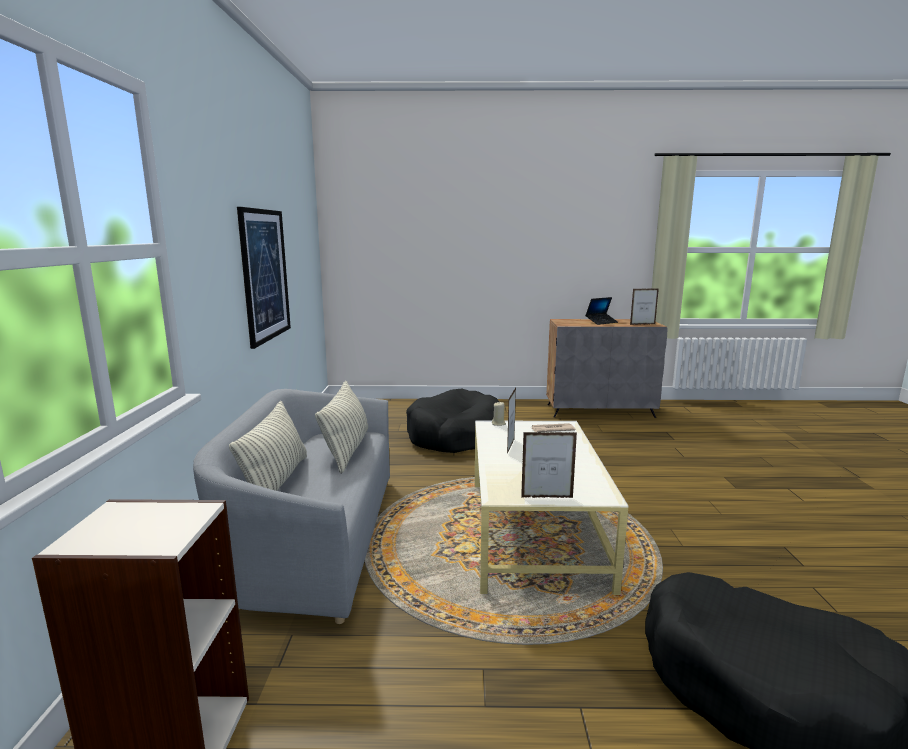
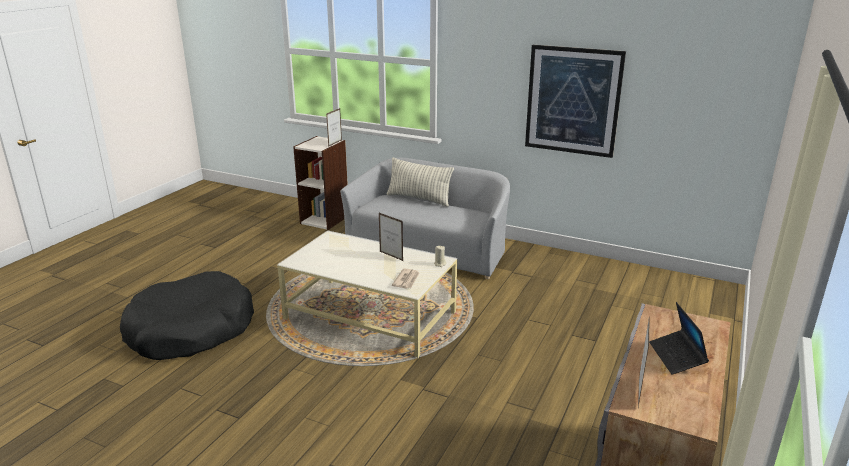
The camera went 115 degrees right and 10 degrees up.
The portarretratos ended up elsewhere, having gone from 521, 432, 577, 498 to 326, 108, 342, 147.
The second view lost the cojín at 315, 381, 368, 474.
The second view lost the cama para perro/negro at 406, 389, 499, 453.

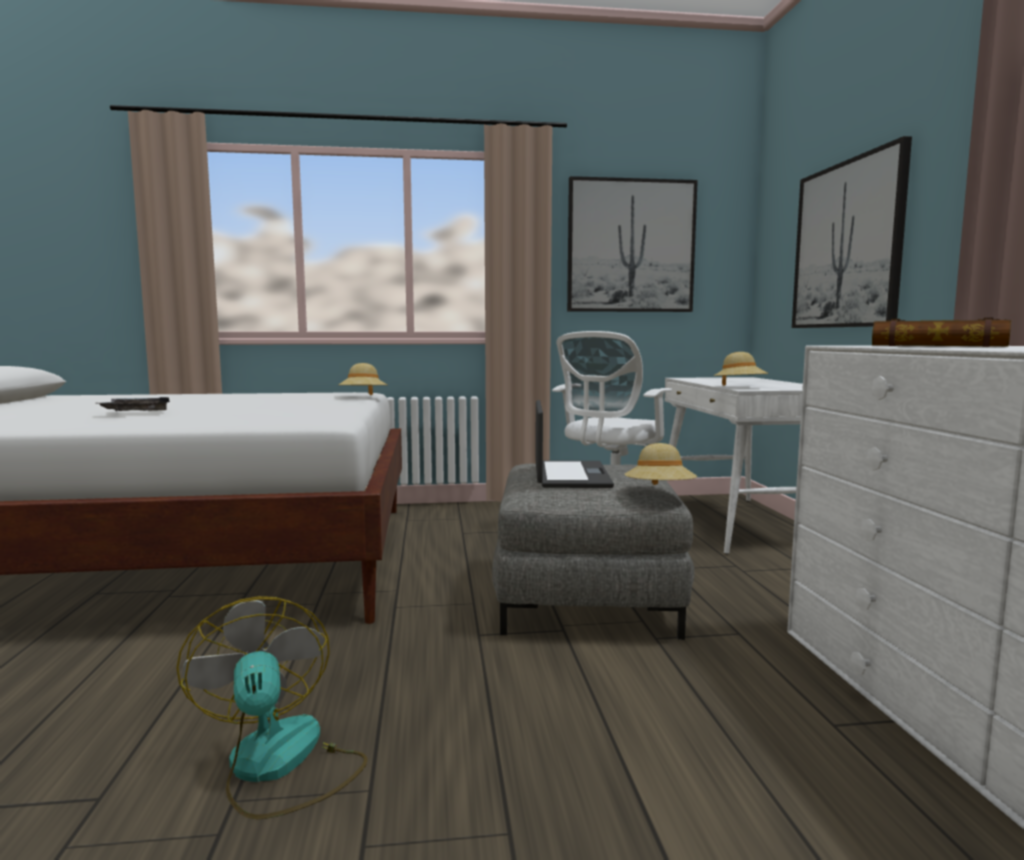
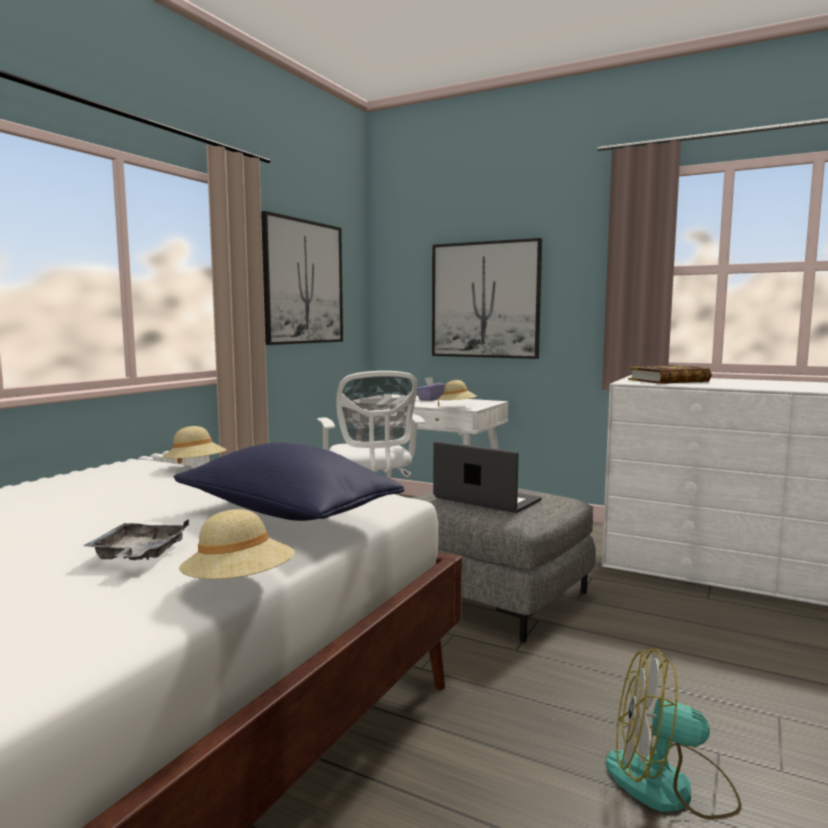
The camera went 55 degrees left and 0 degrees up.
The second view gained the cojín/azul at 174, 442, 404, 521.
The sombrero/beis ended up elsewhere, having gone from 624, 443, 697, 485 to 179, 509, 295, 579.
The second view gained the caja de pañuelos/morado at 417, 377, 445, 401.

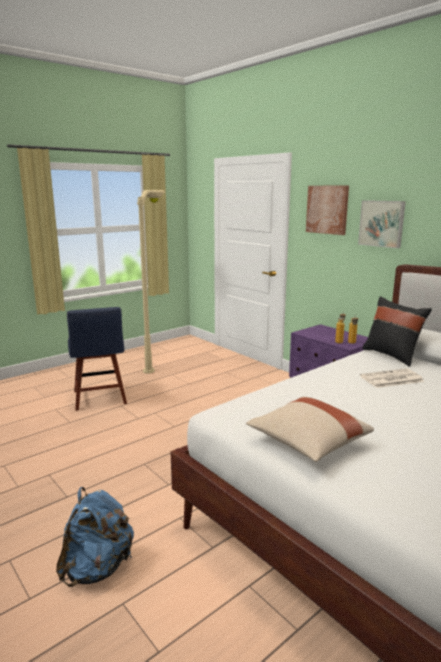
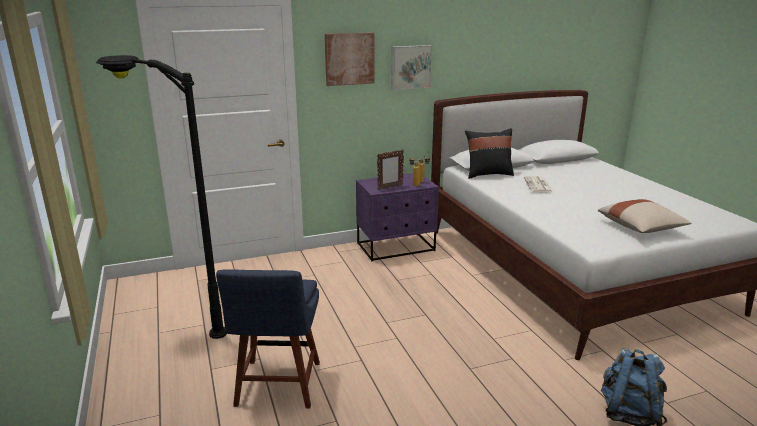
The camera went 70 degrees left and 5 degrees up.
What was the lámpara de pie/beis at 137, 190, 166, 374 turned into the lámpara de pie/negro at 96, 55, 227, 339.
The silla/azul at 67, 307, 127, 411 ended up facing another way, 90 degrees clockwise from before.
The second view gained the portarretratos at 377, 149, 404, 190.

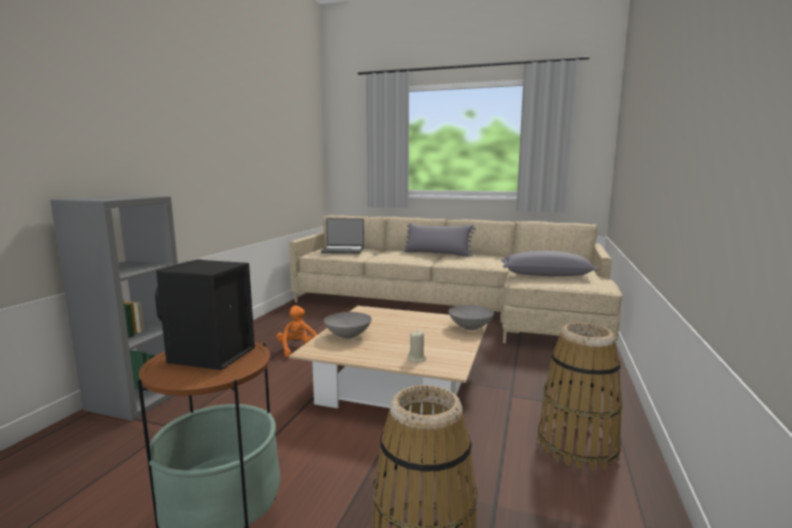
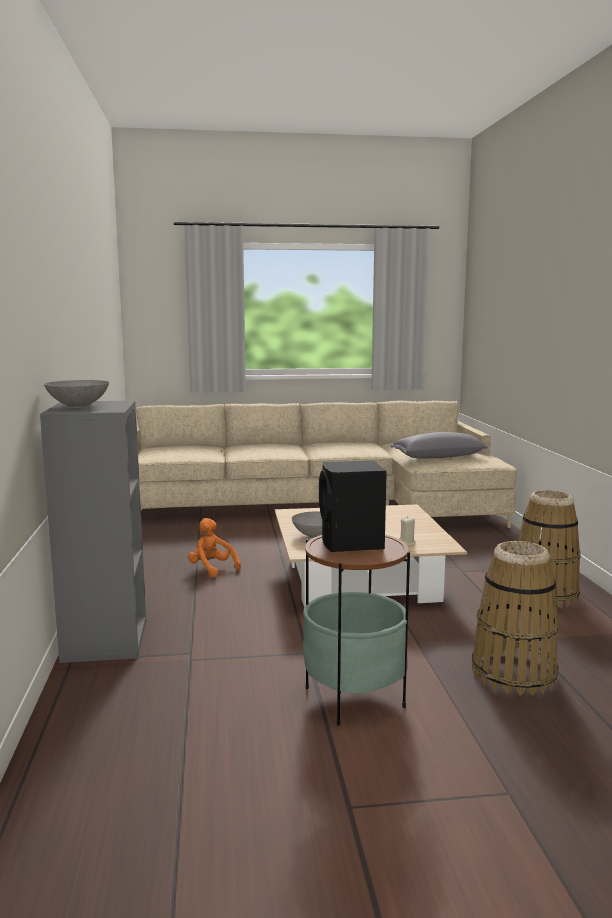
The camera went 25 degrees left and 0 degrees up.
The cuenco/gris ended up elsewhere, having gone from 448, 305, 494, 330 to 44, 380, 109, 408.
The second view lost the portátil at 321, 218, 364, 254.
The second view lost the cojín/gris at 403, 223, 476, 257.

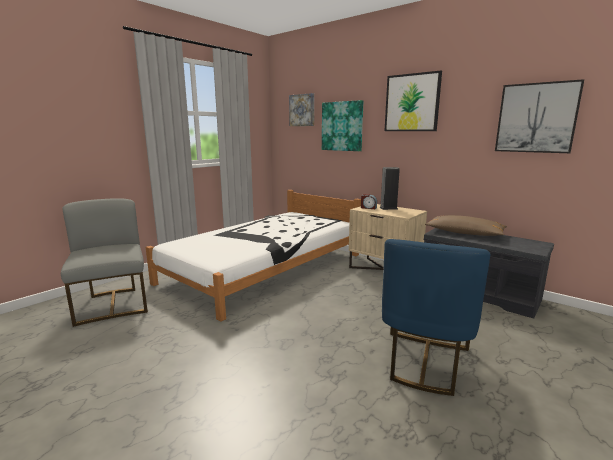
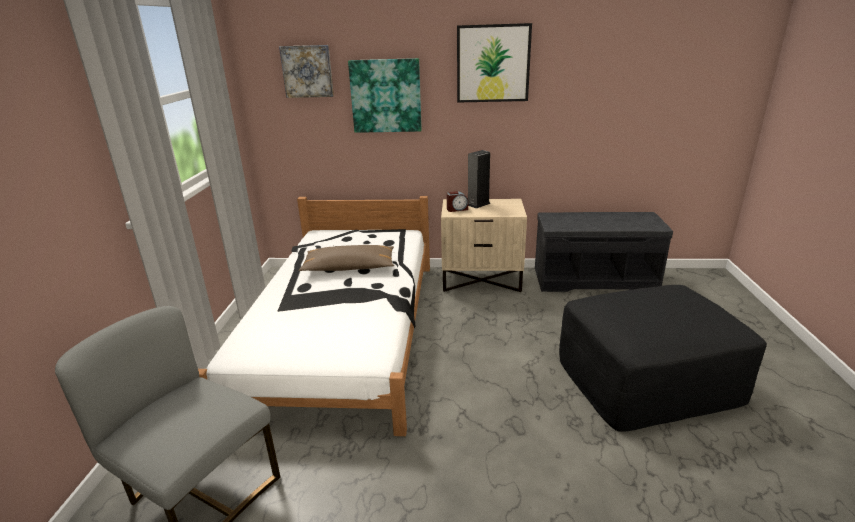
The camera went 35 degrees left and 10 degrees up.
The cojín/marrón ended up elsewhere, having gone from 425, 215, 507, 236 to 299, 245, 394, 271.
Where the silla/azul stood at 382, 239, 491, 396, the puf/negro came to stand at 559, 285, 767, 432.
The second view lost the cuadro at 495, 79, 584, 153.

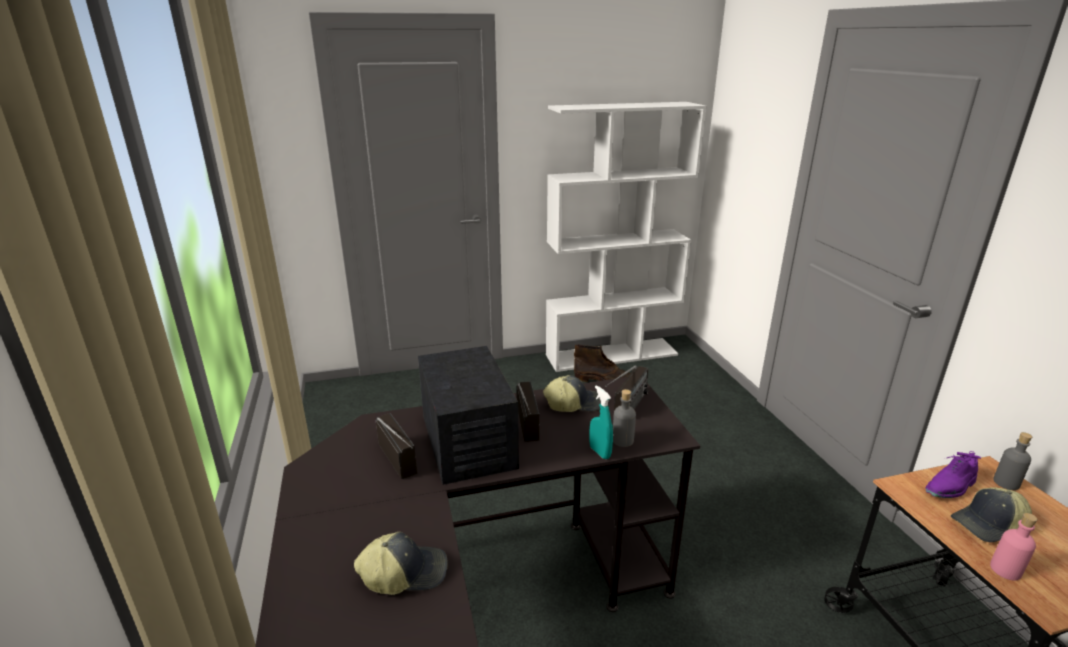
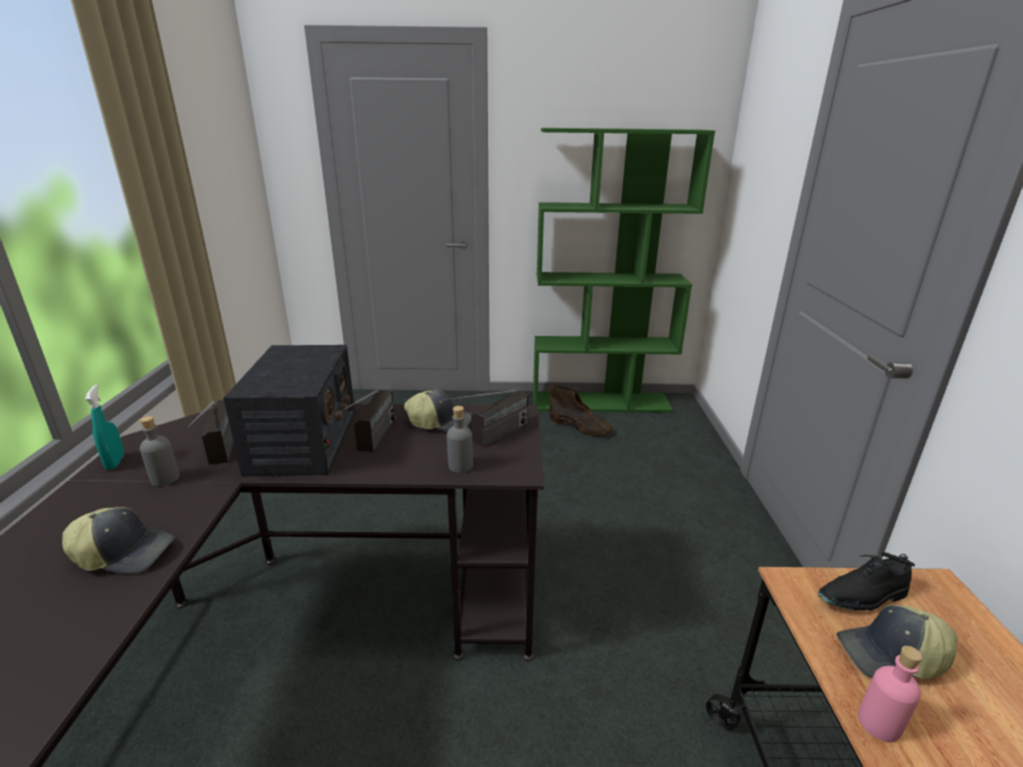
The camera went 15 degrees right and 0 degrees up.
The pulverizador/turquesa ended up elsewhere, having gone from 589, 385, 613, 459 to 85, 385, 124, 470.
The botella/gris ended up elsewhere, having gone from 993, 432, 1032, 490 to 140, 416, 180, 486.
What was the estantería/blanco at 546, 102, 707, 372 turned into the estantería/verde at 533, 128, 715, 413.
What was the zapato/morado at 926, 451, 981, 498 turned into the zapato/negro at 818, 551, 915, 611.

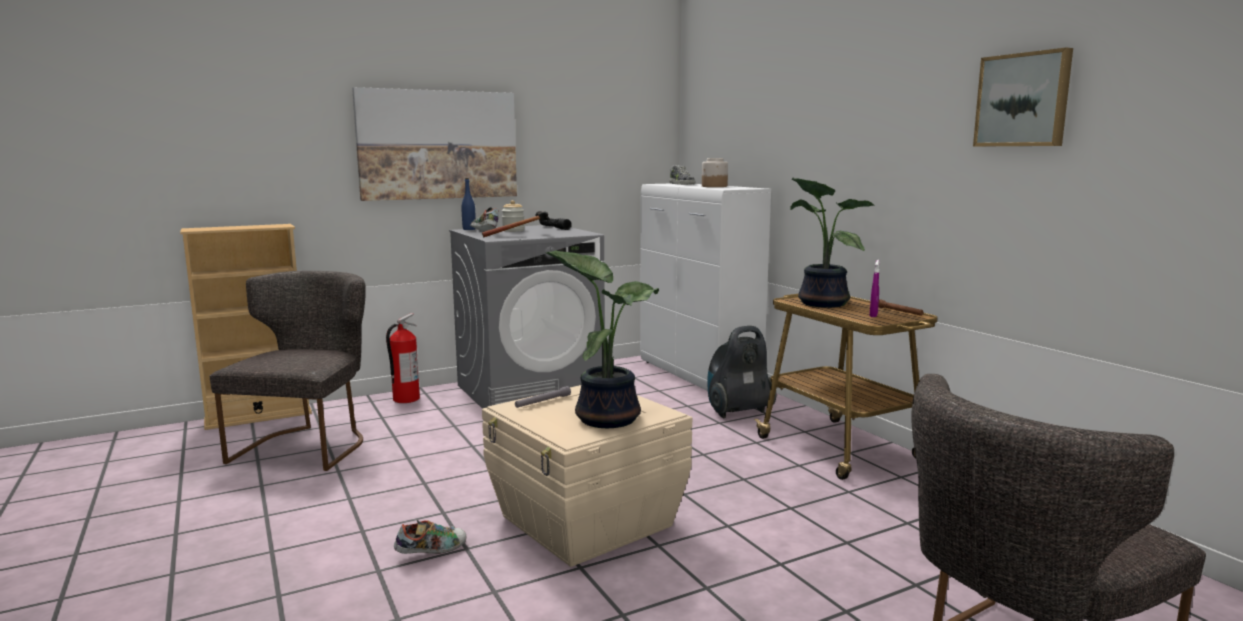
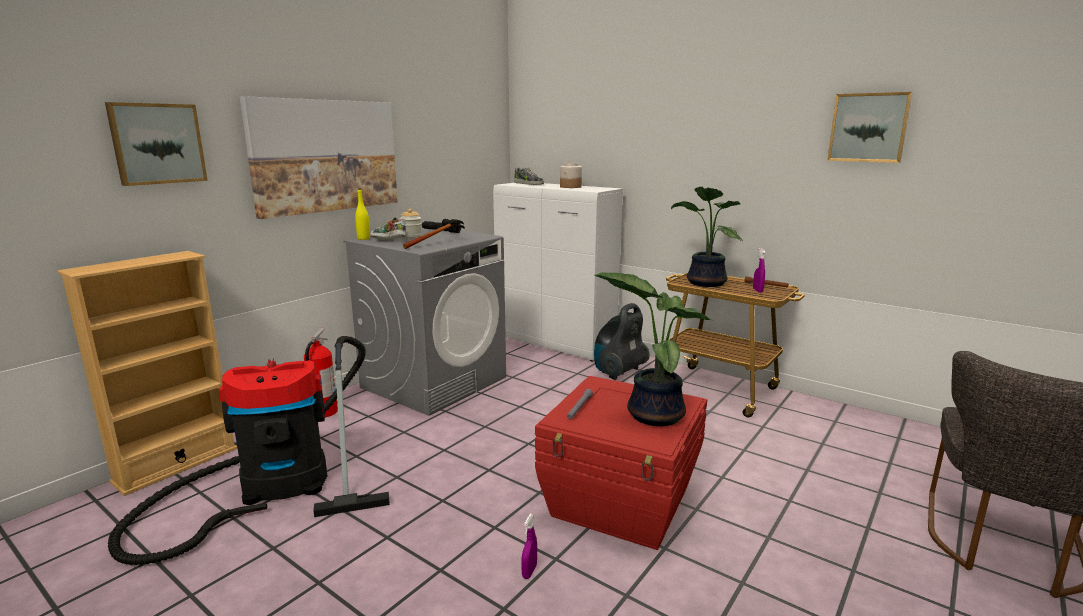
The camera went 25 degrees left and 5 degrees up.
The second view gained the cuadro at 105, 102, 208, 186.
Where the silla/gris stood at 210, 271, 366, 471, the aspiradora came to stand at 108, 336, 390, 565.
What was the botella/azul at 462, 178, 476, 230 turned into the botella/amarillo at 355, 189, 370, 240.
Where the zapato stood at 394, 520, 466, 554, the pulverizador/morado came to stand at 521, 514, 537, 579.
What was the caja de almacenaje/beis at 482, 385, 692, 567 turned into the caja de almacenaje/rojo at 535, 376, 707, 550.

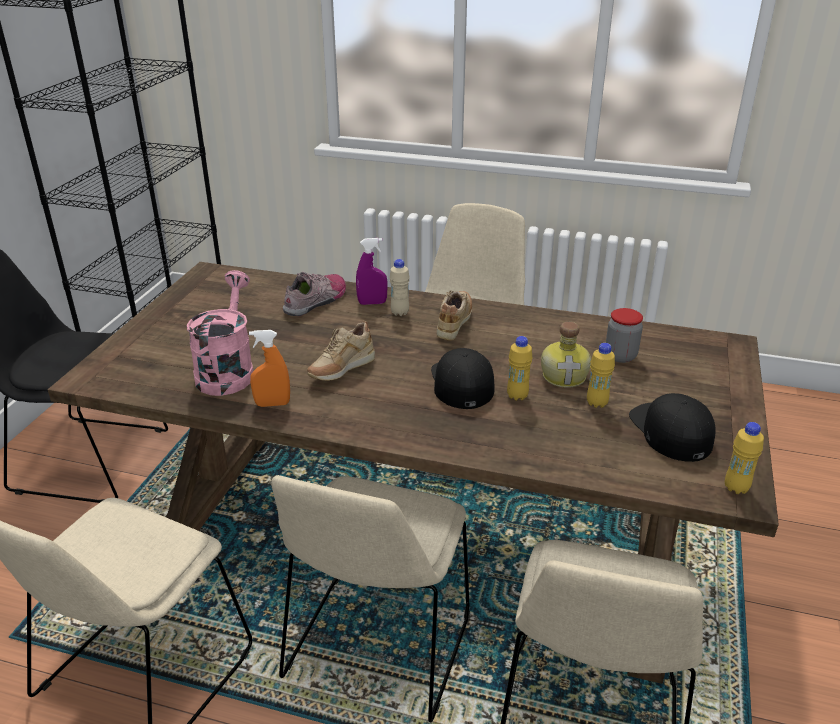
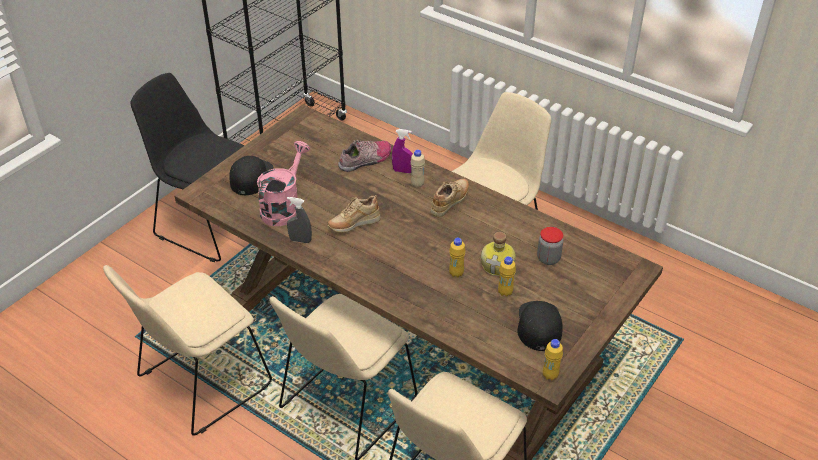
The camera went 20 degrees right and 10 degrees up.
The gorra/negro ended up elsewhere, having gone from 431, 348, 494, 409 to 229, 156, 273, 195.
What was the pulverizador/naranja at 249, 330, 290, 407 turned into the pulverizador/gris at 287, 197, 312, 243.

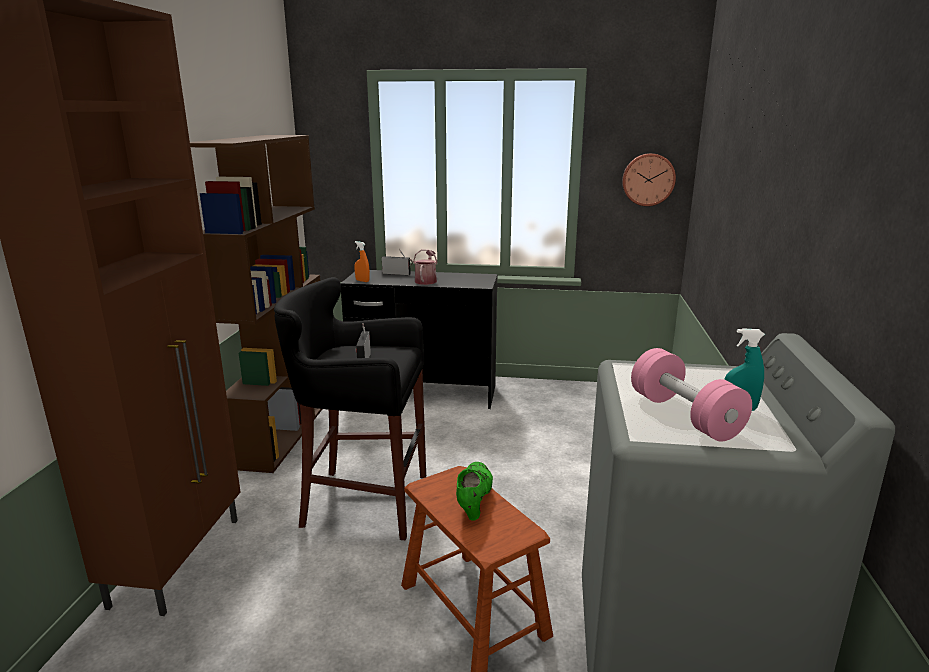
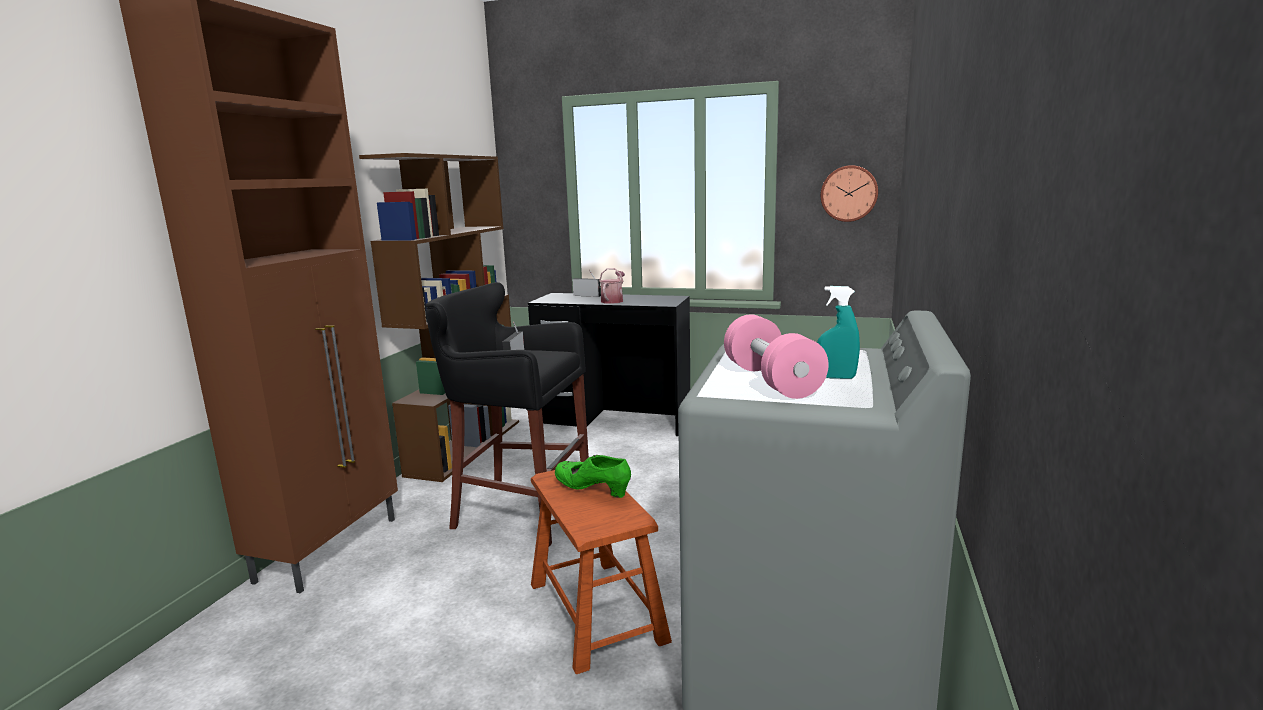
The camera went 10 degrees right and 5 degrees down.
The zapato/verde at 456, 462, 493, 521 ended up facing another way, 75 degrees counterclockwise from before.
The second view lost the pulverizador/naranja at 355, 241, 370, 282.

